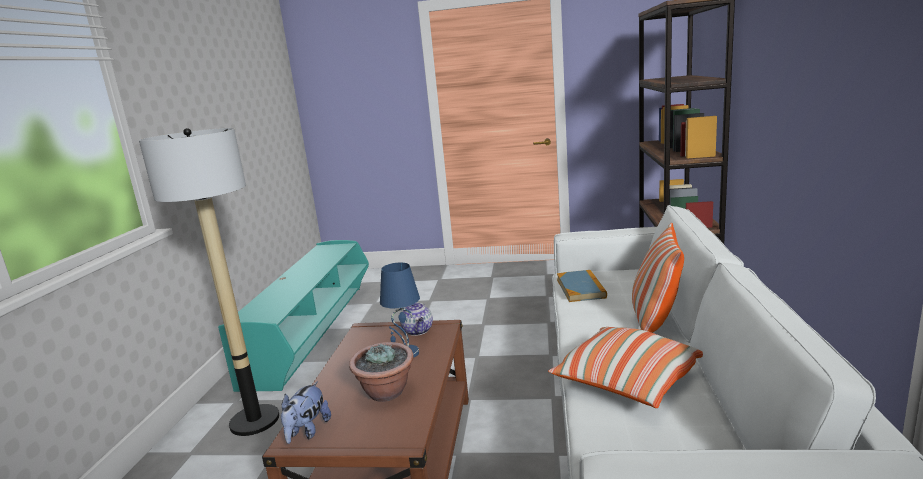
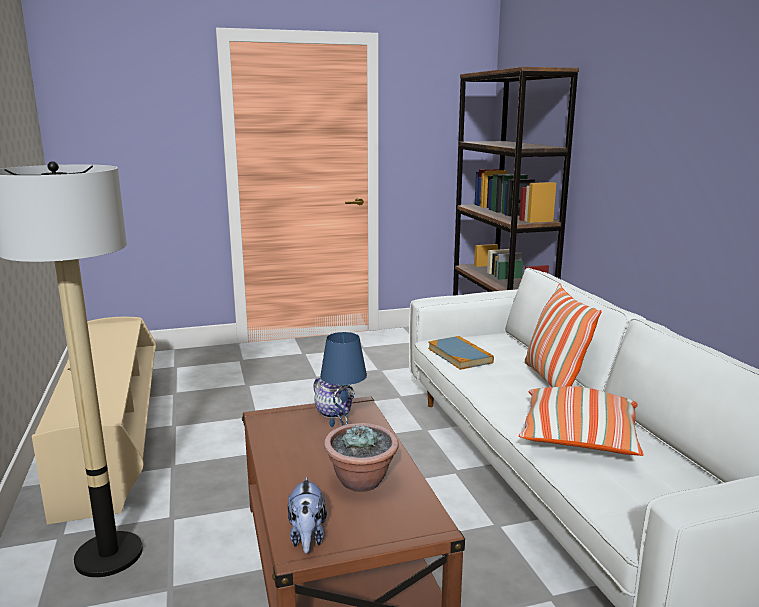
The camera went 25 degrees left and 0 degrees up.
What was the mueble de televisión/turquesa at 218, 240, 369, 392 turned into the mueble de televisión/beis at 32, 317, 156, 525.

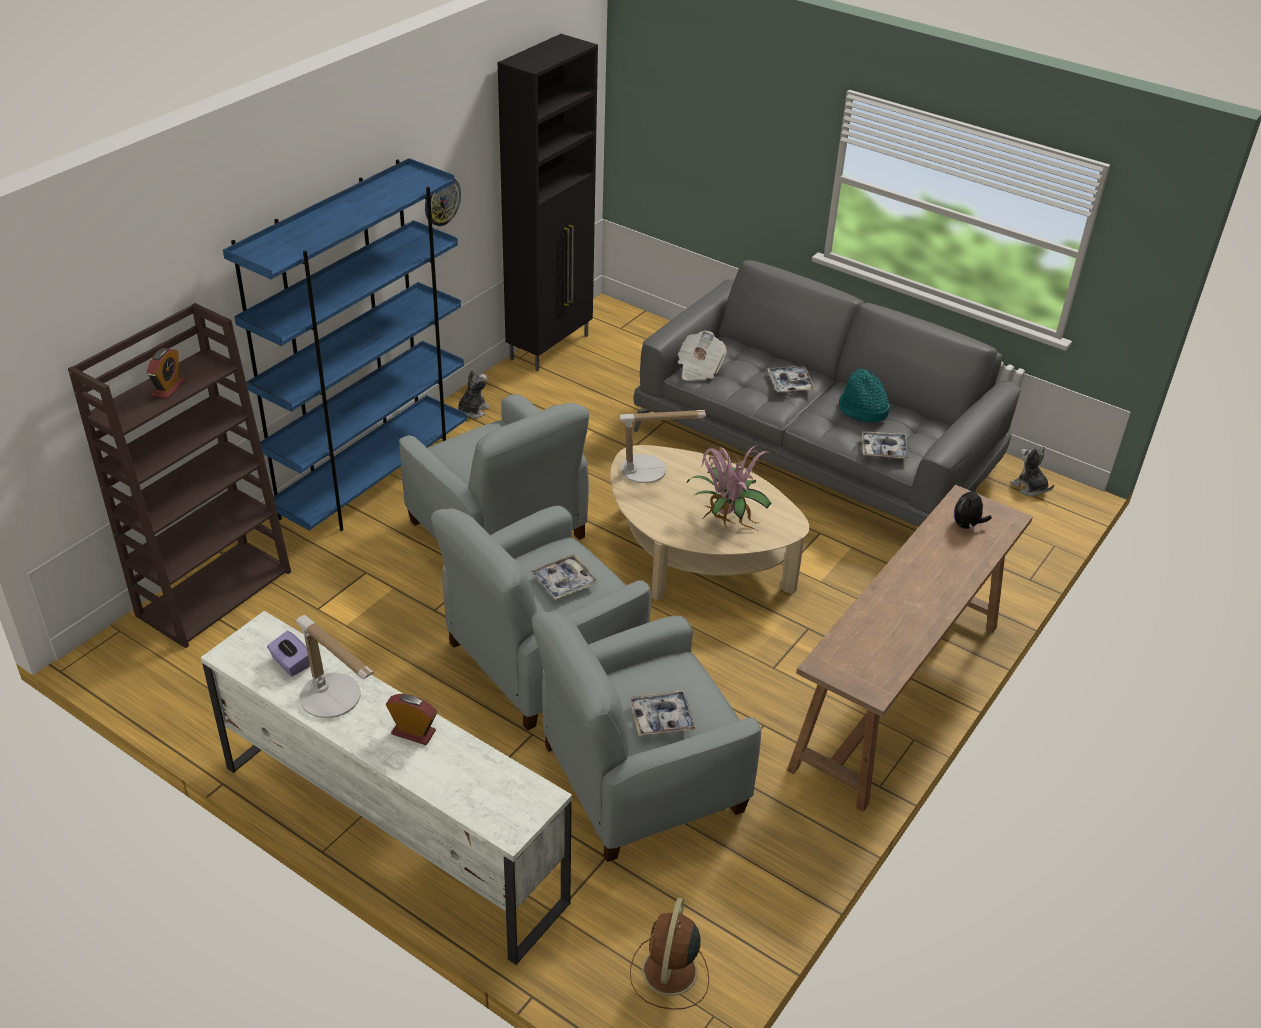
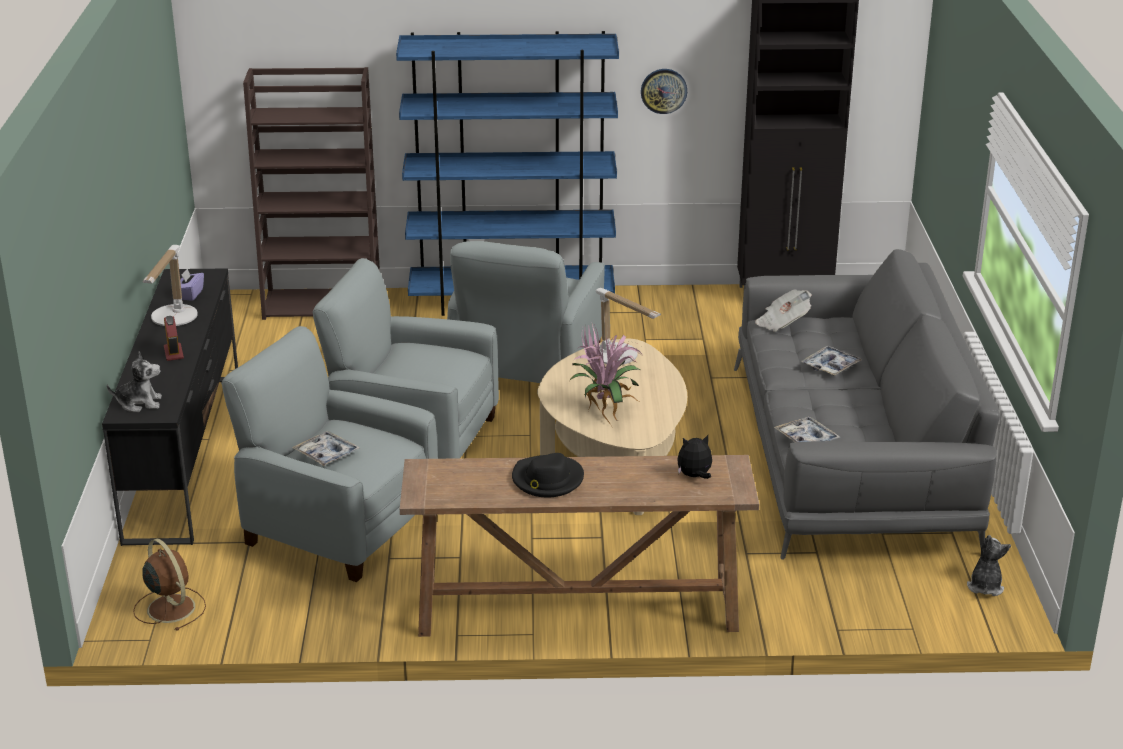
The camera went 55 degrees right and 10 degrees down.
What was the mueble de televisión/blanco at 201, 611, 572, 965 turned into the mueble de televisión/negro at 102, 268, 238, 546.
The peluche ended up elsewhere, having gone from 458, 370, 490, 419 to 107, 351, 162, 412.
The ventilador/marrón at 630, 898, 709, 1010 ended up facing another way, 75 degrees clockwise from before.
The second view gained the sombrero/negro at 512, 453, 584, 498.
The second view lost the despertador at 147, 348, 185, 399.
The second view lost the bandeja at 531, 554, 598, 600.
The second view lost the sombrero/turquesa at 839, 369, 890, 422.

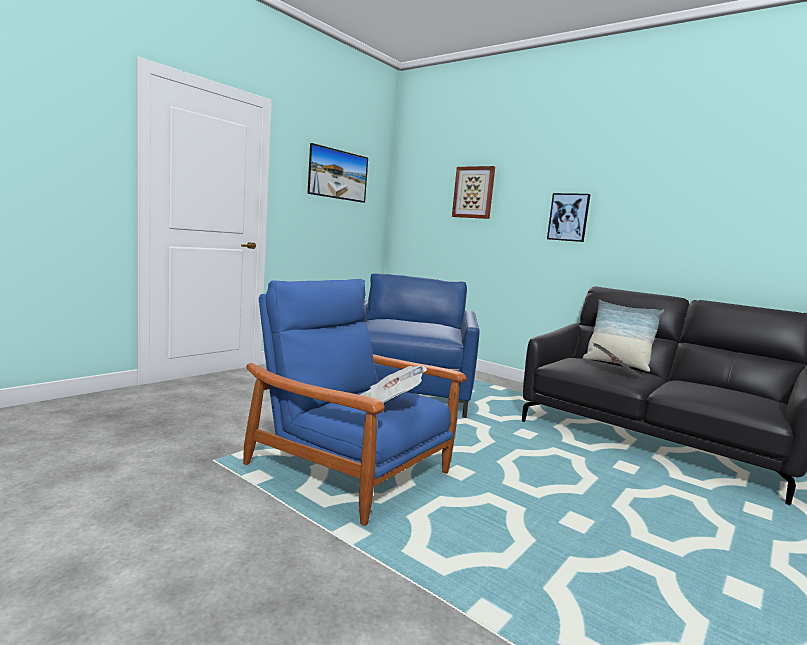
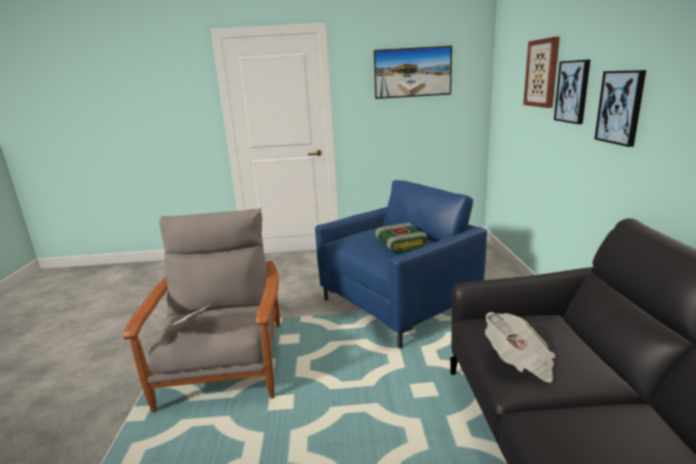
The camera went 50 degrees right and 10 degrees up.
What was the sillón/azul at 243, 279, 467, 526 turned into the sillón/gris at 123, 208, 280, 413.
The second view gained the libro at 375, 223, 427, 253.
The second view gained the cuadro at 554, 59, 591, 124.
The second view lost the cojín at 582, 300, 665, 372.

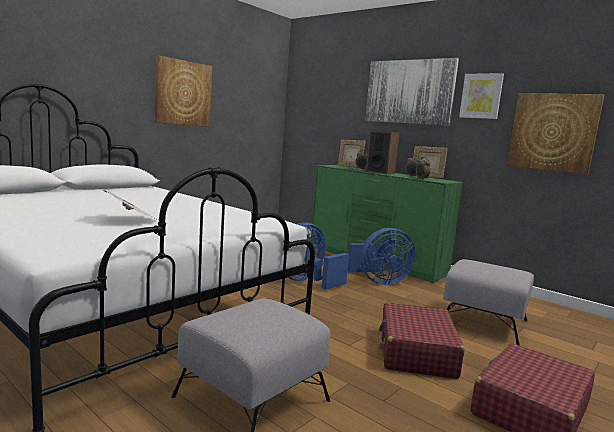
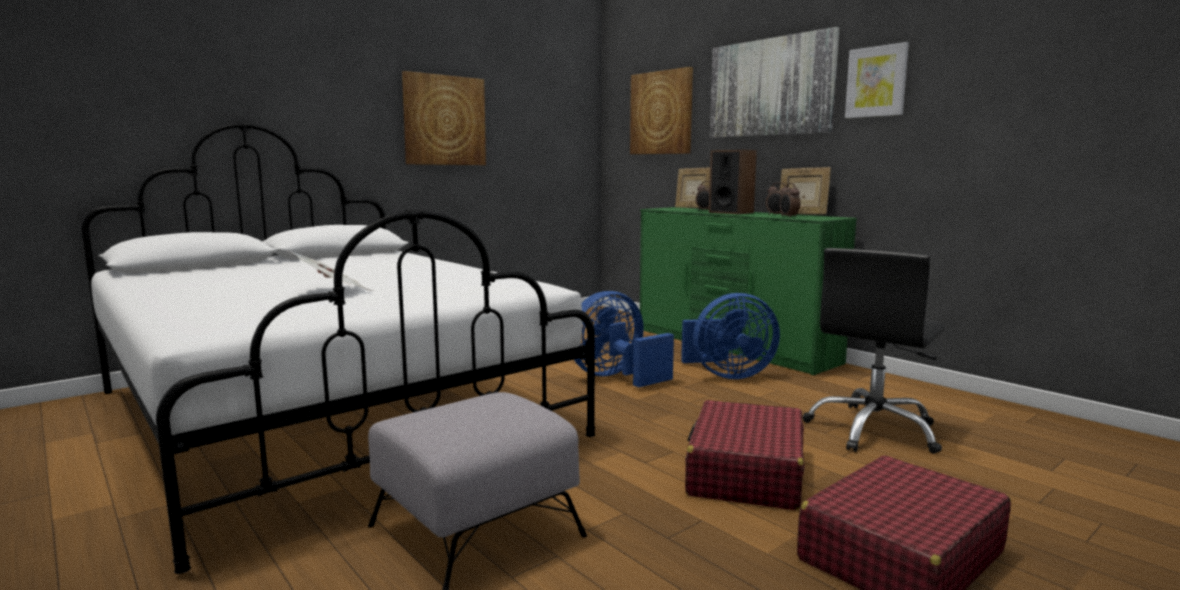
The camera went 10 degrees right and 0 degrees up.
The cuadro ended up elsewhere, having gone from 507, 93, 604, 175 to 630, 67, 693, 154.
Where the puf/gris stood at 443, 259, 534, 346, the silla de oficina/negro came to stand at 803, 248, 945, 454.

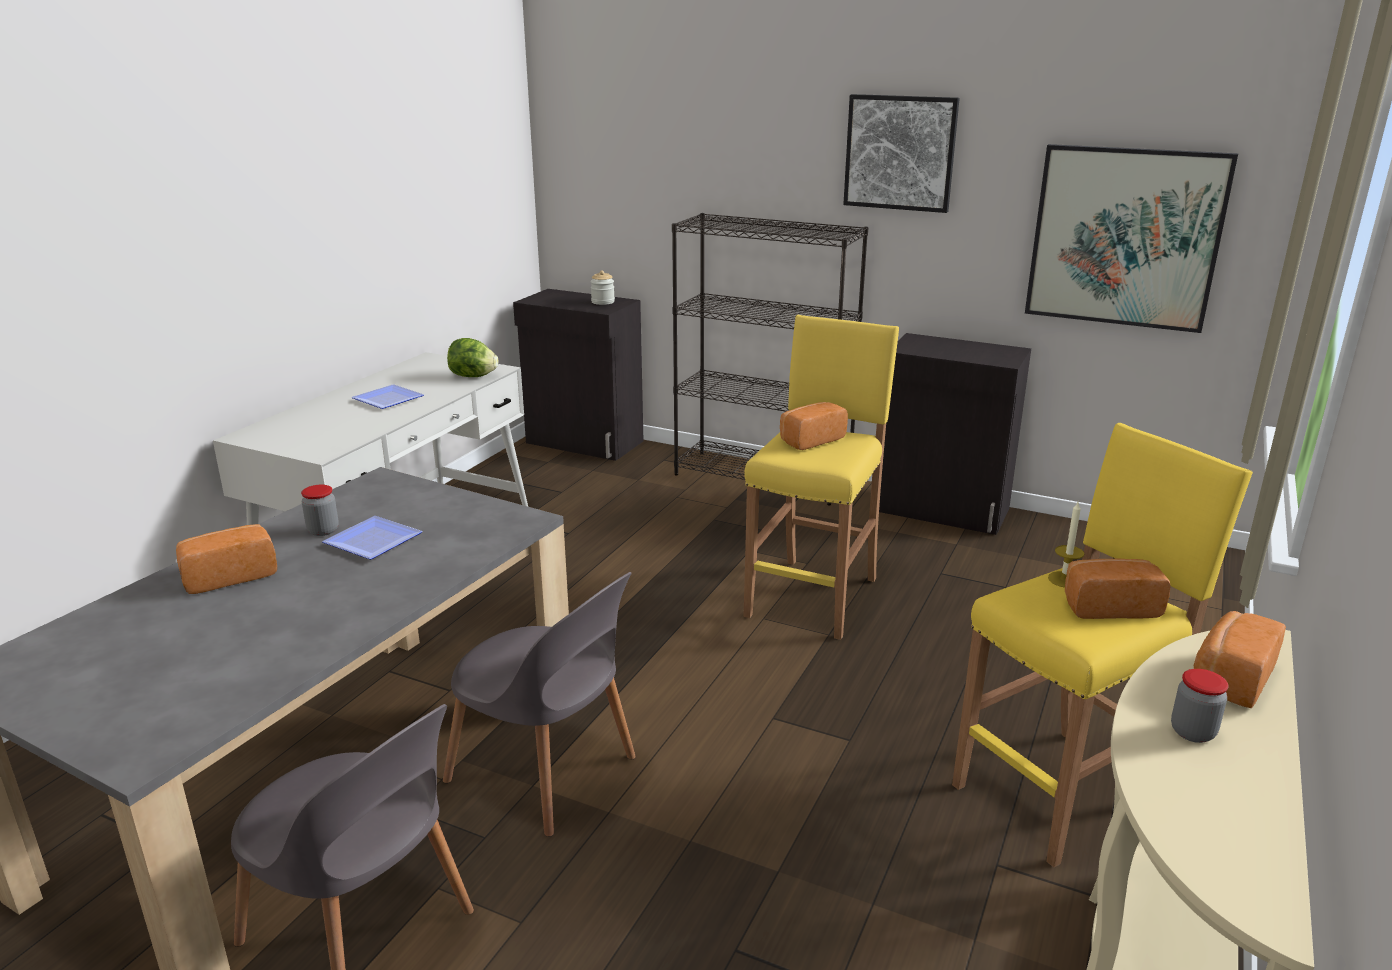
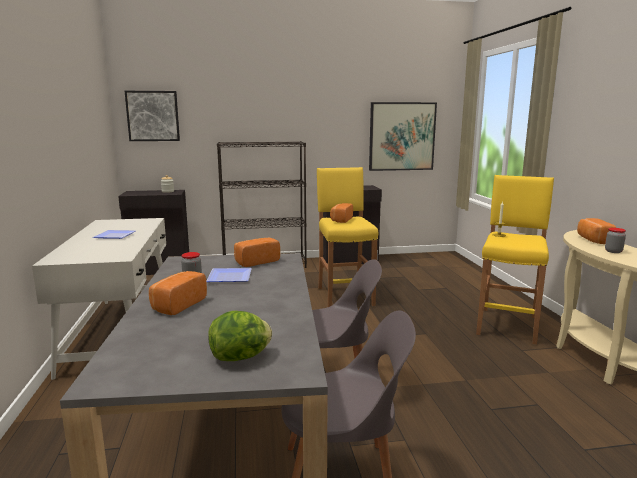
The camera went 35 degrees left and 10 degrees down.
The cuadro ended up elsewhere, having gone from 843, 94, 960, 213 to 125, 91, 180, 141.
The lechuga ended up elsewhere, having gone from 447, 338, 498, 377 to 208, 311, 272, 361.
The pan ended up elsewhere, having gone from 1065, 558, 1170, 619 to 234, 238, 280, 267.

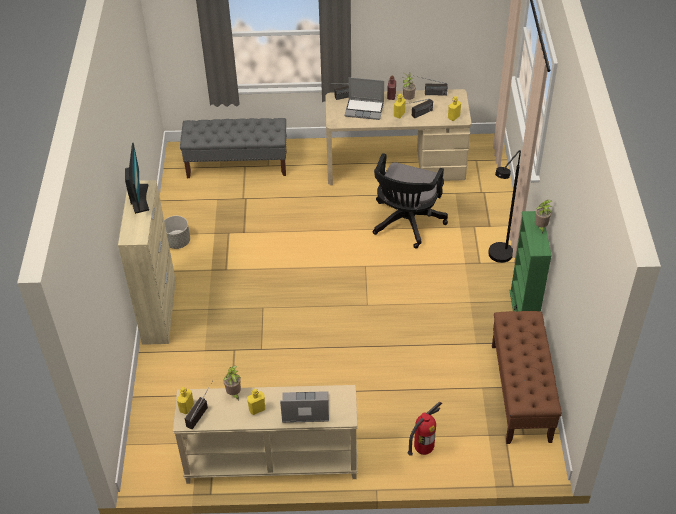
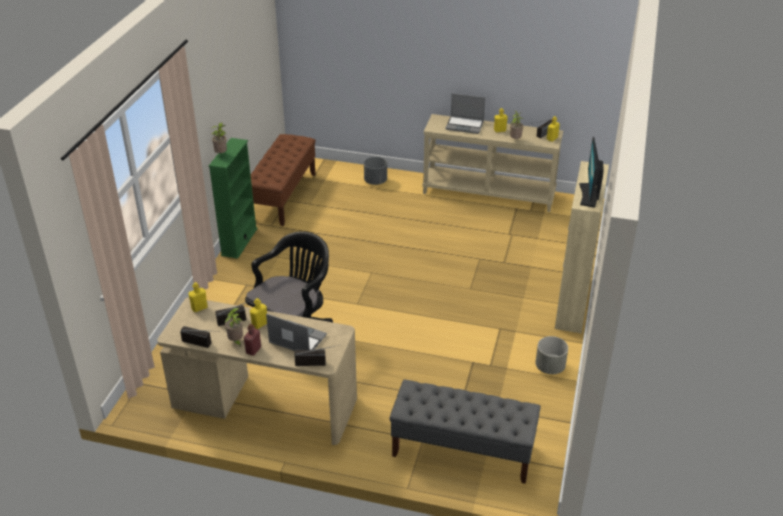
The camera went 165 degrees left and 10 degrees down.
Where the extintor stood at 408, 401, 442, 456, the maceta/gris came to stand at 364, 157, 387, 185.
The second view lost the lámpara de pie/negro at 488, 150, 521, 263.

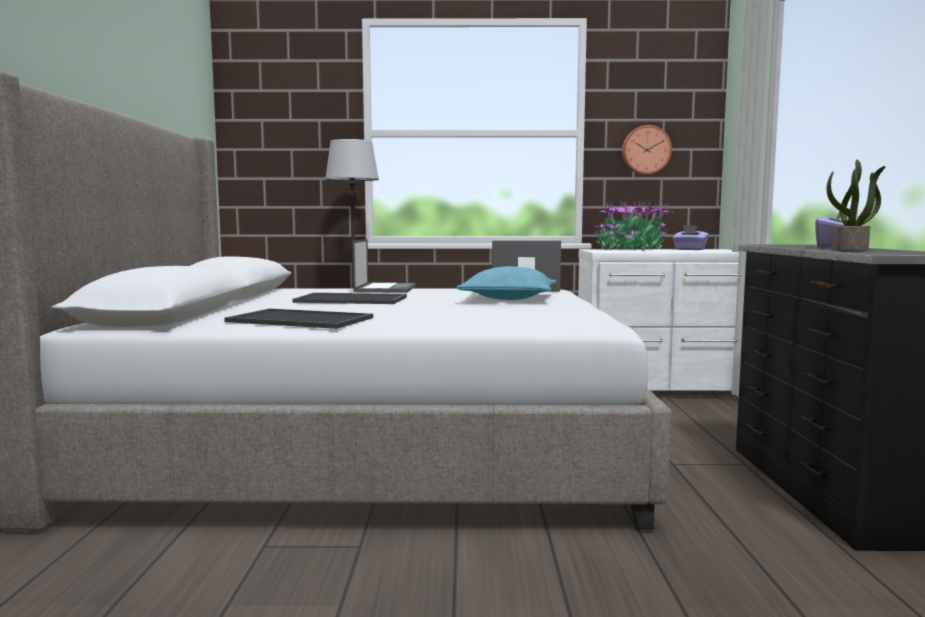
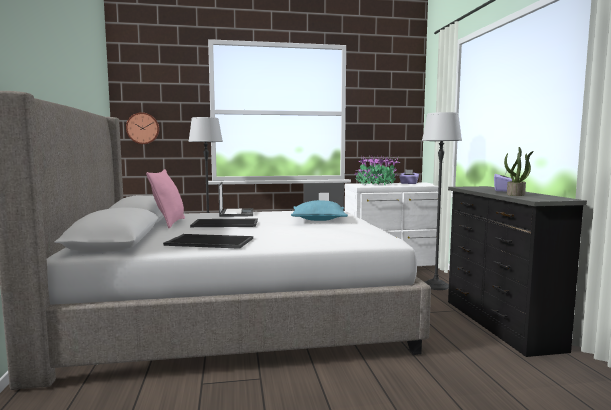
The camera went 10 degrees left and 0 degrees up.
The reloj de pared ended up elsewhere, having gone from 622, 125, 672, 175 to 126, 112, 159, 144.
The second view gained the cojín/rosa at 146, 169, 185, 228.
The second view gained the lámpara de pie at 422, 112, 462, 290.

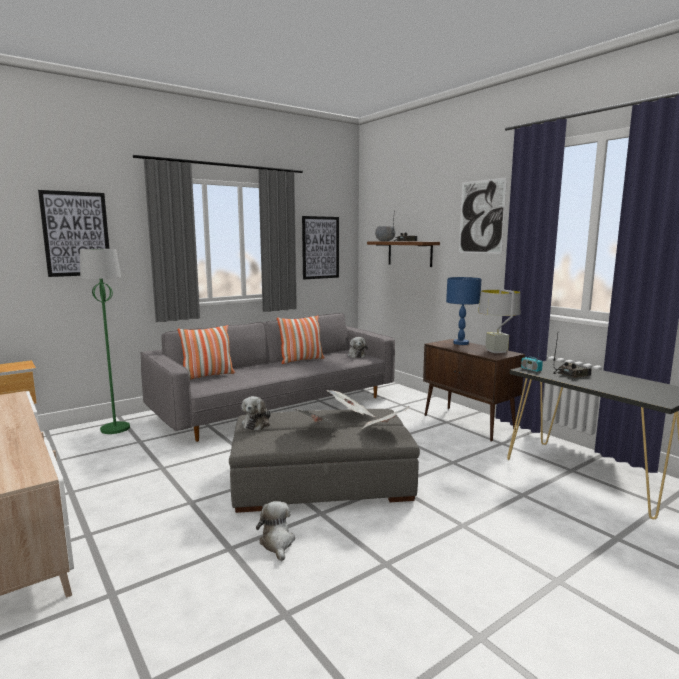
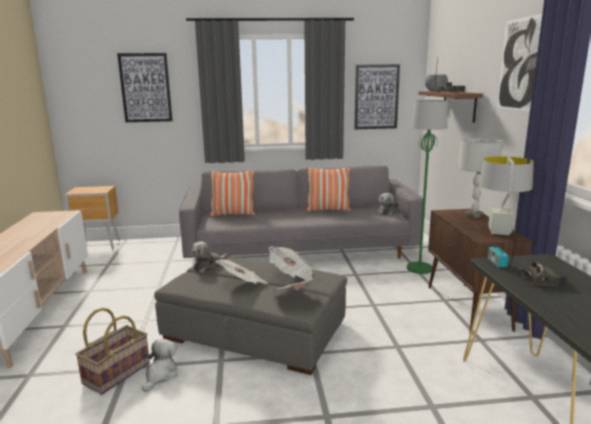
The camera went 30 degrees right and 5 degrees up.
The second view gained the cesta at 75, 308, 150, 395.
The lámpara de pie/verde ended up elsewhere, having gone from 80, 249, 130, 434 to 407, 100, 448, 274.
What was the lámpara de mesa/azul at 446, 277, 481, 345 turned into the lámpara de mesa/gris at 458, 138, 503, 218.

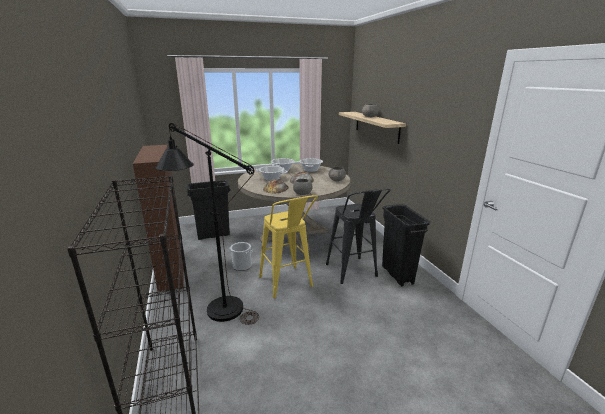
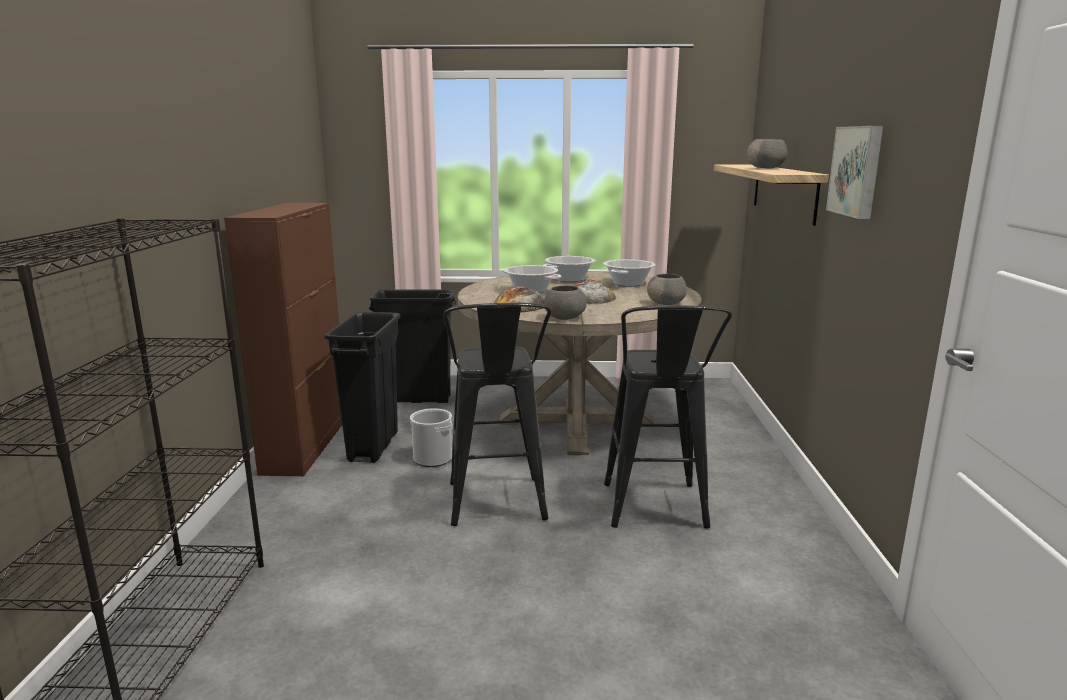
The camera went 20 degrees right and 5 degrees down.
The papelera/negro ended up elsewhere, having gone from 382, 204, 430, 286 to 324, 312, 400, 463.
What was the taburete/amarillo at 259, 195, 318, 298 turned into the taburete/negro at 443, 303, 552, 526.
The second view gained the cuadro at 826, 126, 883, 219.
The second view lost the lámpara de pie/negro at 155, 123, 259, 325.

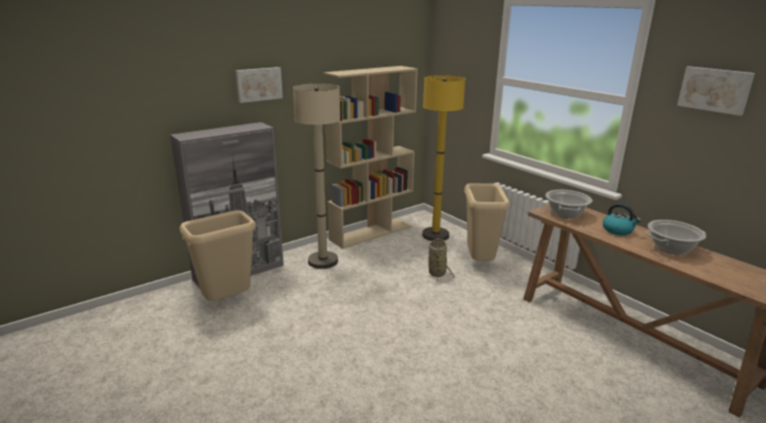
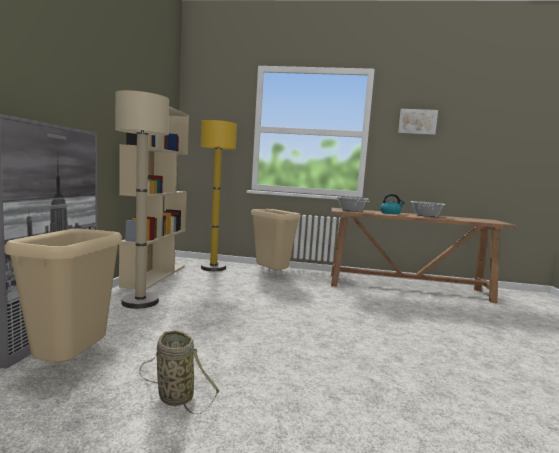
The camera went 45 degrees left and 15 degrees down.
The cesta ended up elsewhere, having gone from 428, 239, 455, 283 to 139, 330, 220, 414.
The second view lost the cuadro at 235, 67, 283, 103.

